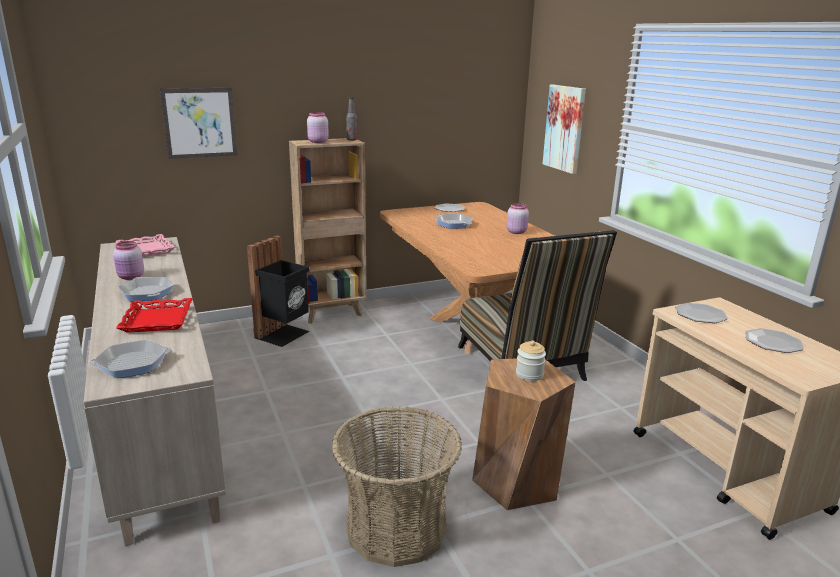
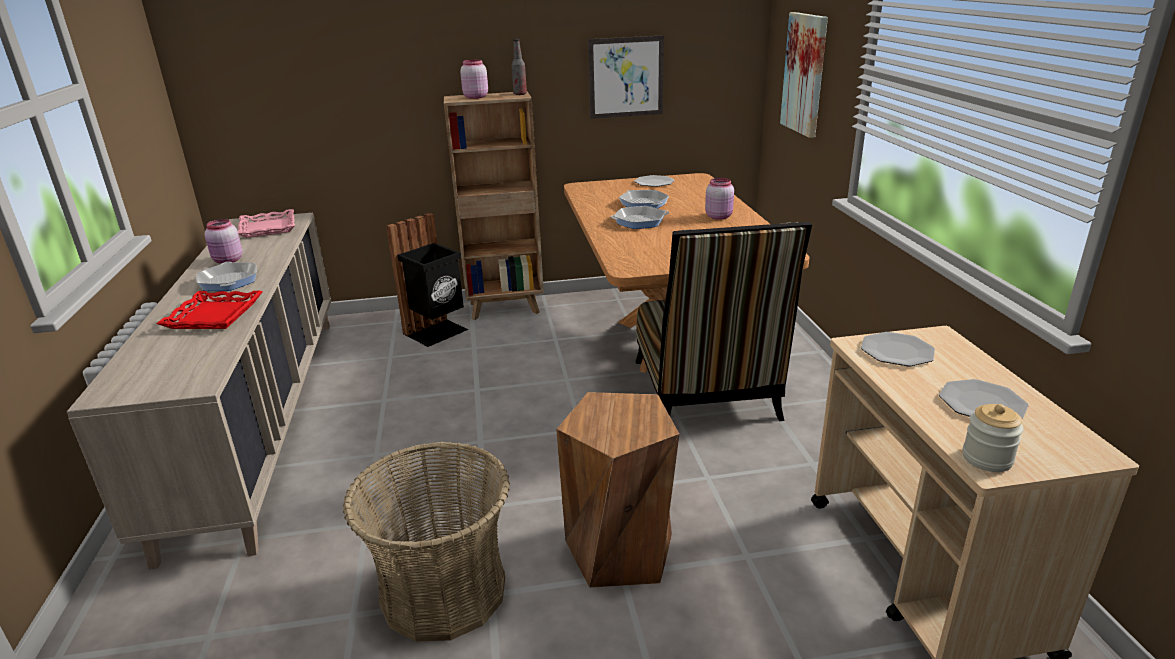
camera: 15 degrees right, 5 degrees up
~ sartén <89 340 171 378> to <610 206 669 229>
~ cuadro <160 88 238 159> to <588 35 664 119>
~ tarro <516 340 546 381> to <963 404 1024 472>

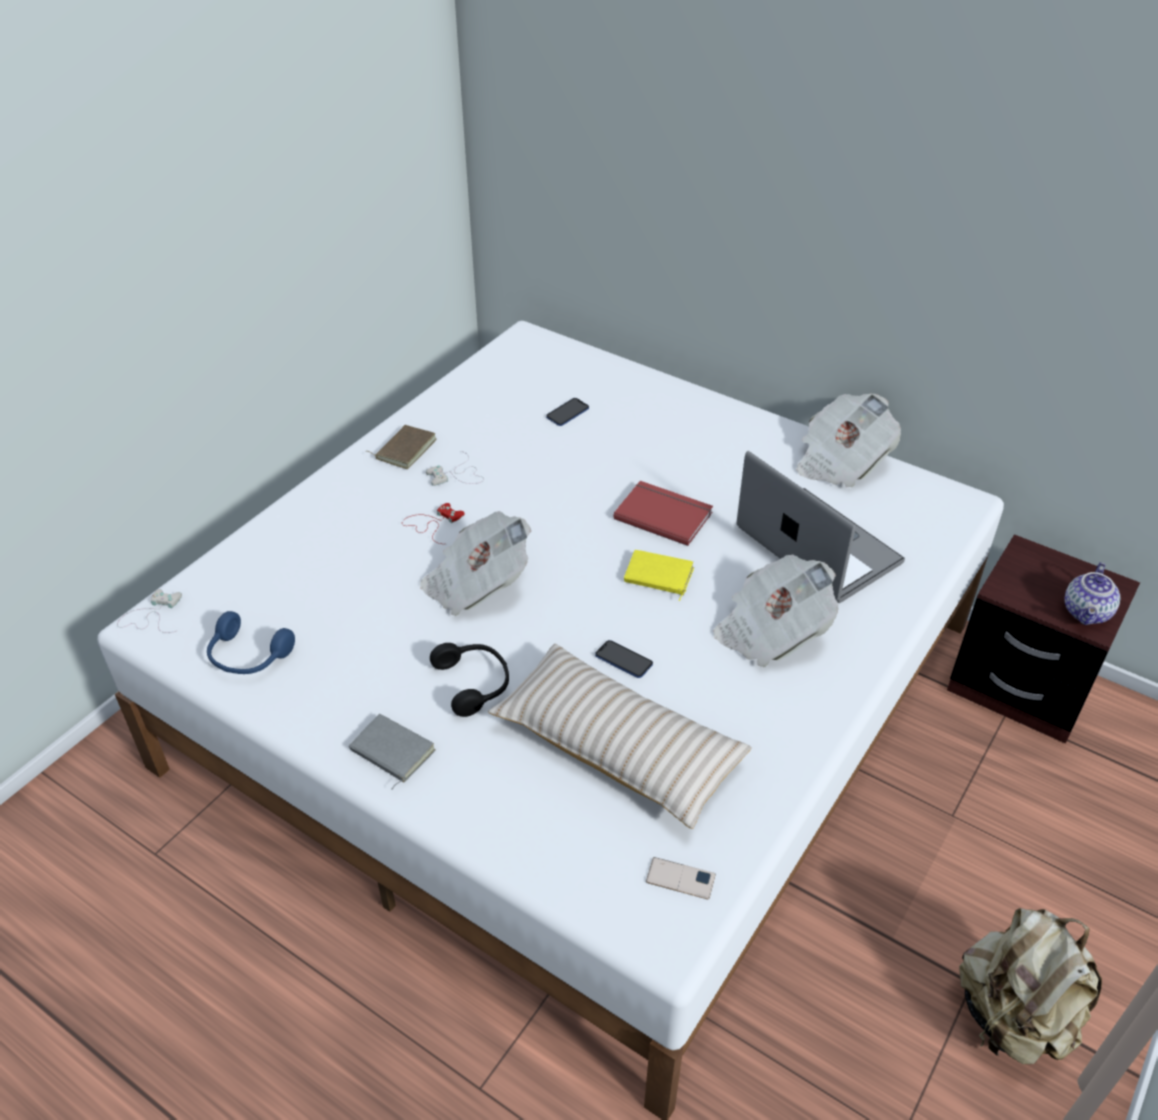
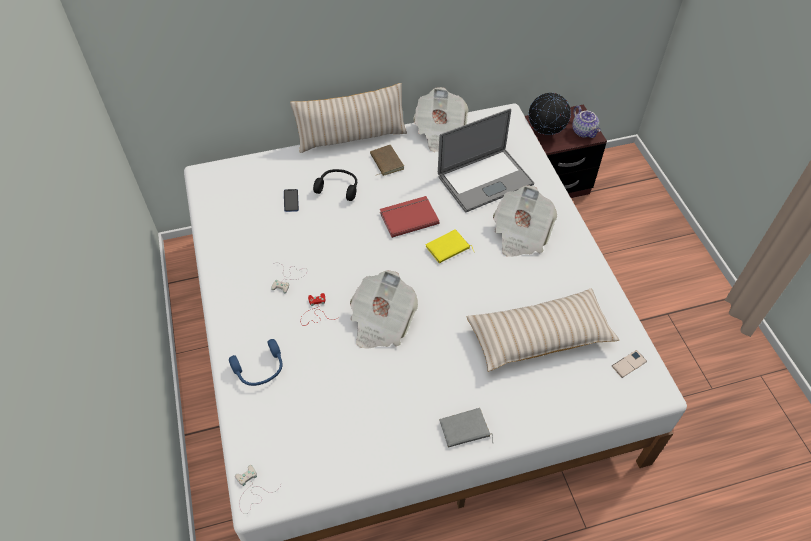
camera: 50 degrees left, 10 degrees up
- móvil <595 640 653 678>
- mochila (beis) <959 908 1102 1064>
+ cojín (beis) <290 83 407 153>
+ globo terráqueo <529 92 571 135>
~ auriculares (azul) <207 611 295 674> to <229 339 282 386>
~ libro (marrón) <365 425 436 469> to <370 145 404 176>
~ auriculares (negro) <430 643 509 717> to <313 169 357 201>
~ portátil <736 451 905 603> = <438 108 534 212> 150 degrees clockwise

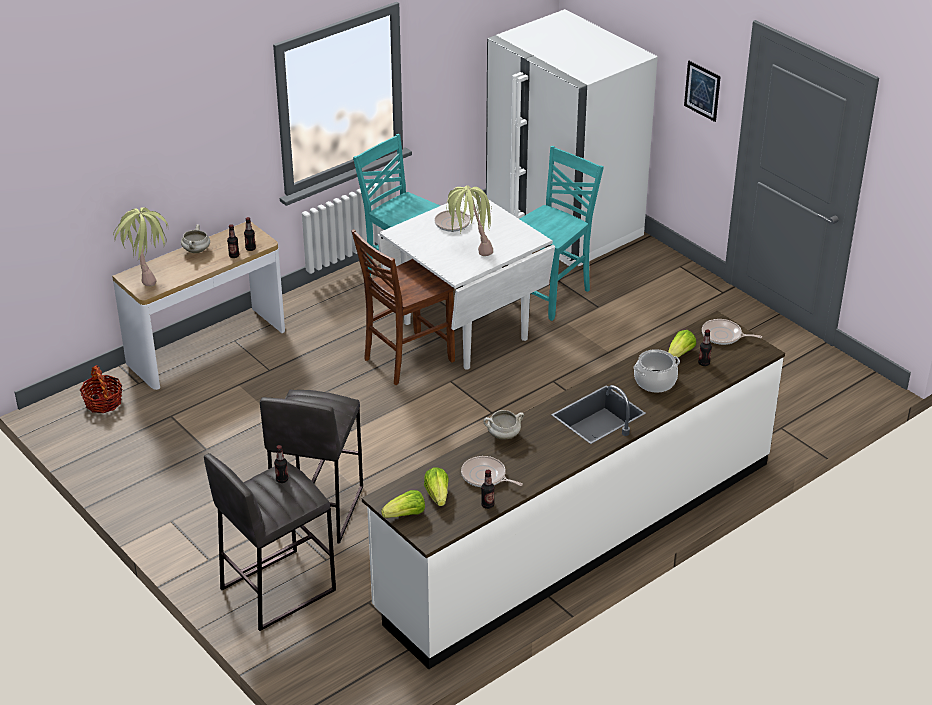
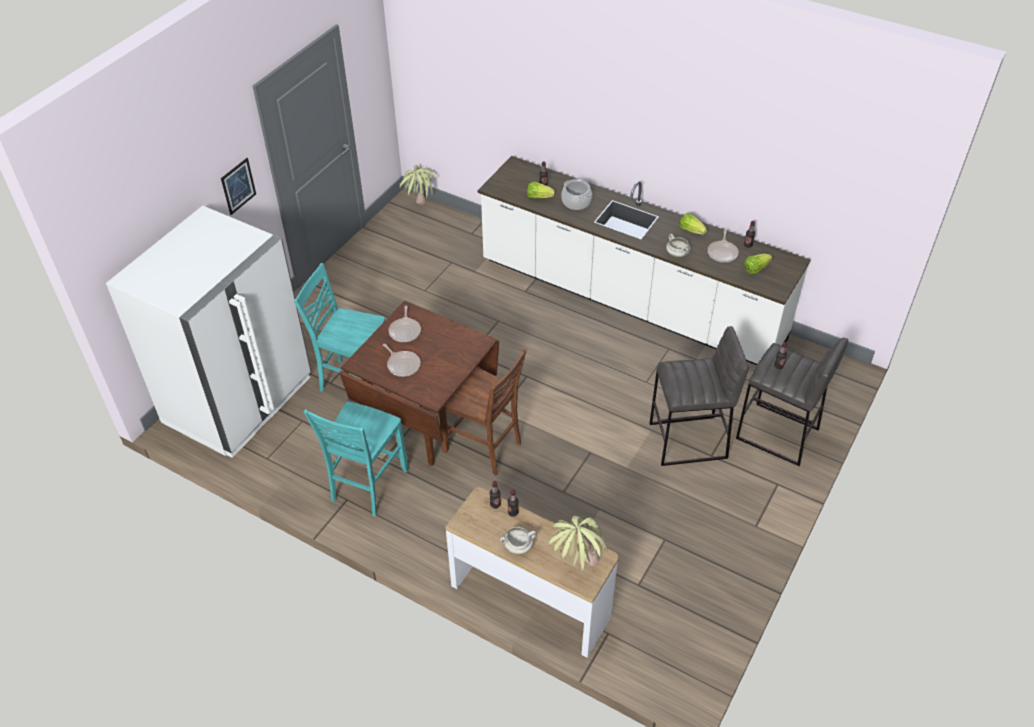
camera: 110 degrees left, 10 degrees up
- cesta <80 365 122 413>
~ lechuga <381 490 425 518> to <679 213 707 235>
~ planta en maceta <446 185 493 256> to <399 165 437 205>
~ sartén <702 319 762 345> to <389 306 421 342>
~ mesa de comedor (blanco) <377 192 555 370> to mesa de comedor (marrón) <339 301 499 466>

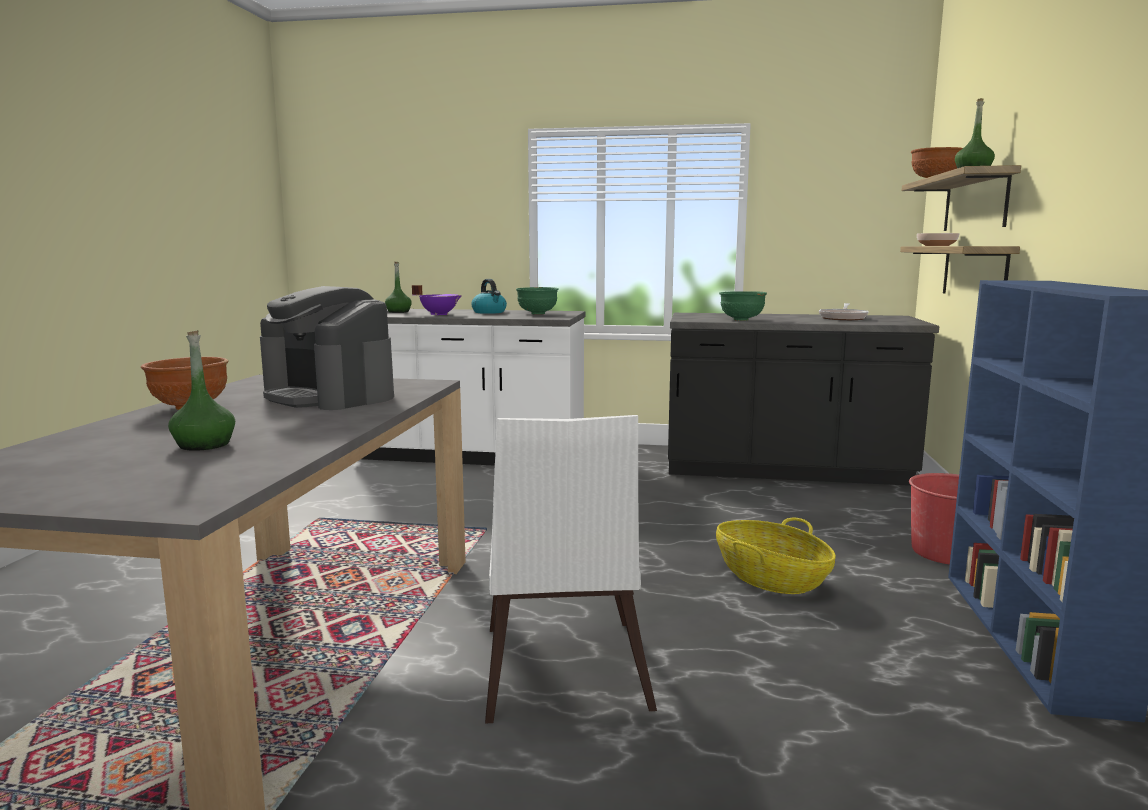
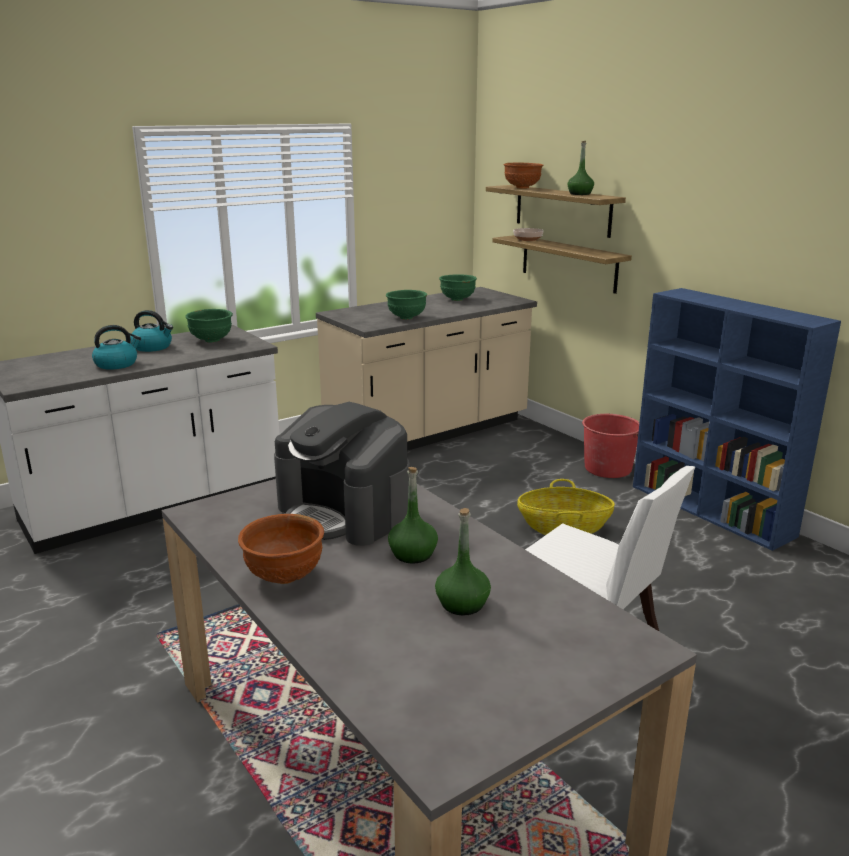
camera: 45 degrees left, 10 degrees up
~ botella (verde) <385 261 412 313> to <388 467 438 564>
~ olla (morado) <412 285 462 316> to hervidor <92 325 141 370>
~ sartén <819 303 869 320> to cuenco (verde) <439 274 477 301>
~ mueble bajo de cocina (negro) <668 313 939 486> to mueble bajo de cocina (beis) <316 287 537 451>
~ cafetera <260 286 394 410> = <274 402 409 546> 45 degrees clockwise

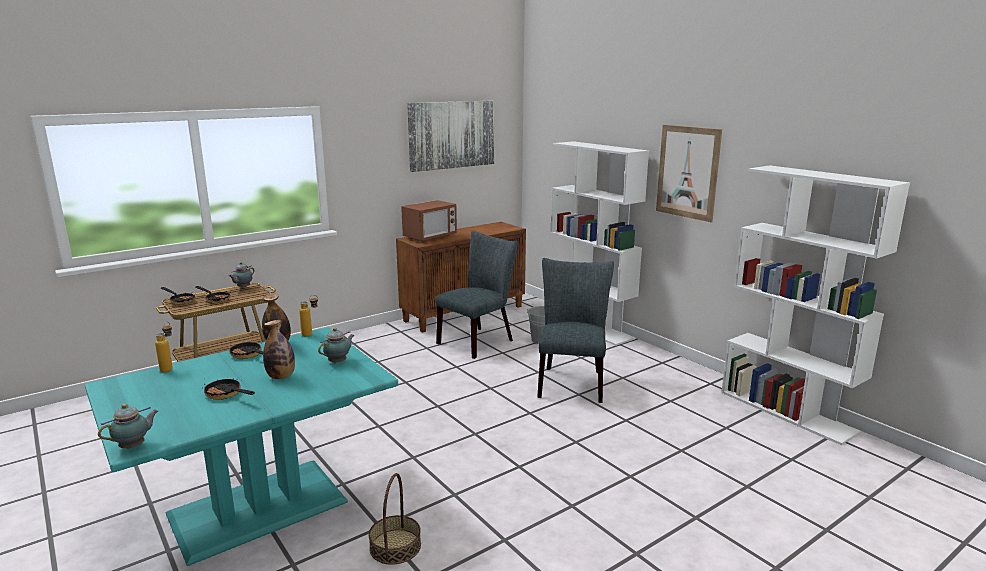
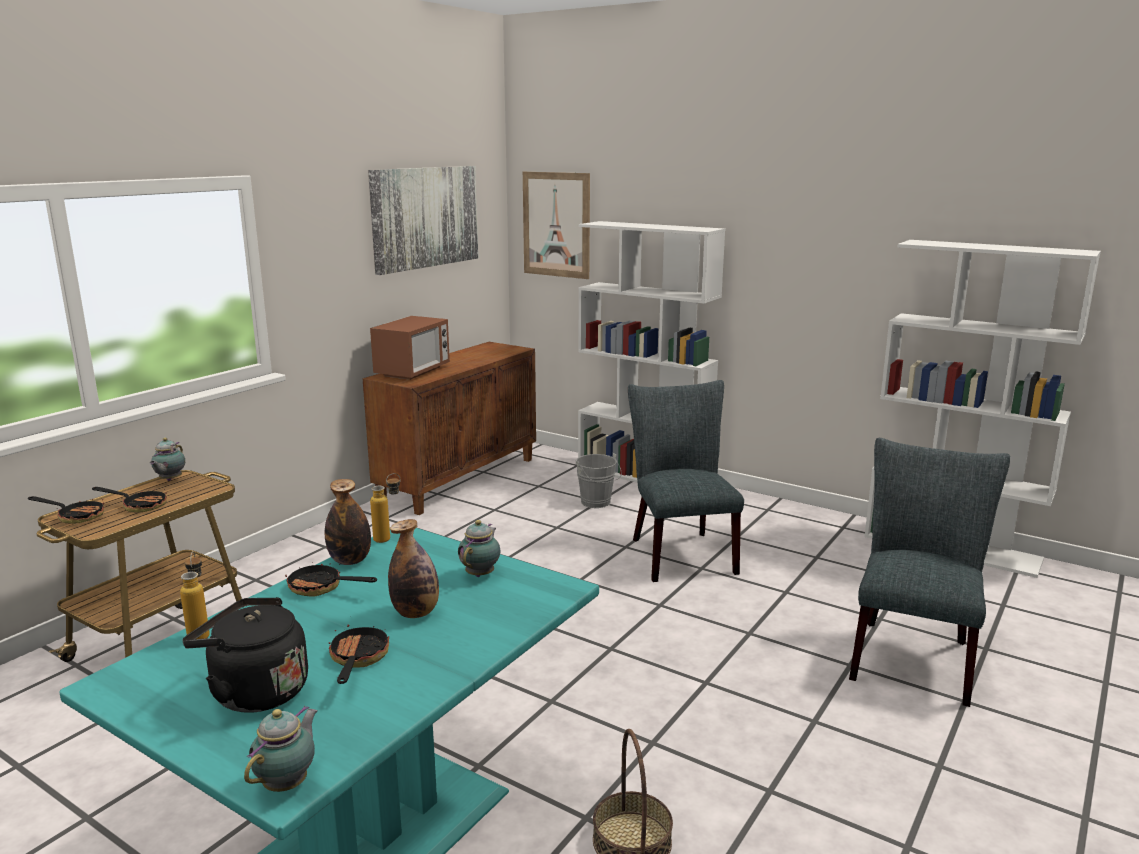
camera: 20 degrees left, 0 degrees up
+ hervidor (negro) <182 597 308 713>
~ silla (gris) <435 231 518 359> to <849 438 1010 707>
~ cuadro <656 125 722 222> to <523 172 590 279>
~ sartén <202 379 255 400> = <329 624 389 684> 75 degrees clockwise

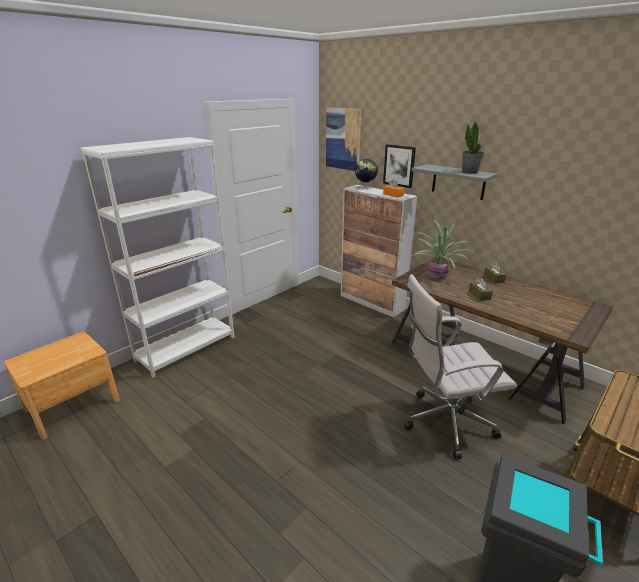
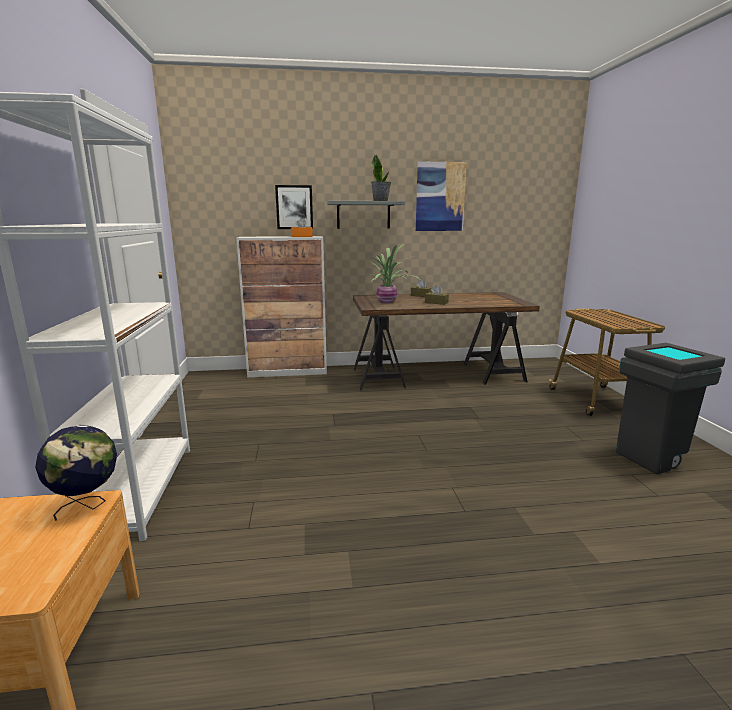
camera: 50 degrees left, 10 degrees down
- silla de oficina (blanco) <404 274 517 460>
~ cuadro <326 107 361 171> to <416 161 467 231>
~ globo terráqueo <355 159 378 189> to <35 425 117 521>

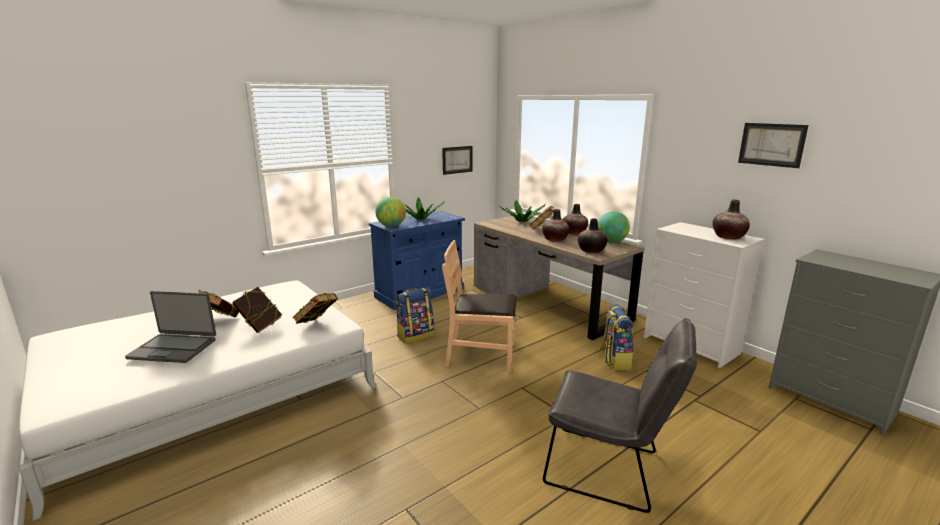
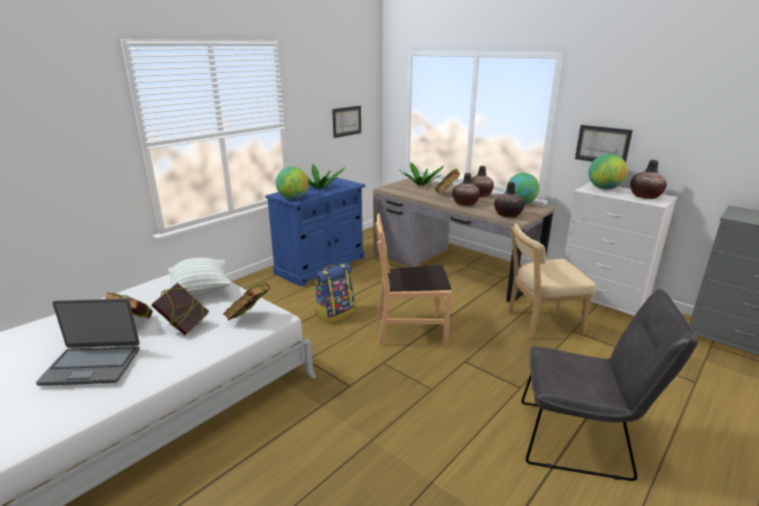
camera: 10 degrees left, 5 degrees up
+ cojín <168 258 231 297>
+ globo terráqueo <589 154 628 190>
~ cuadro <738 123 809 168> to <575 125 633 162>
~ mochila <599 304 634 370> to silla (beis) <508 223 596 339>

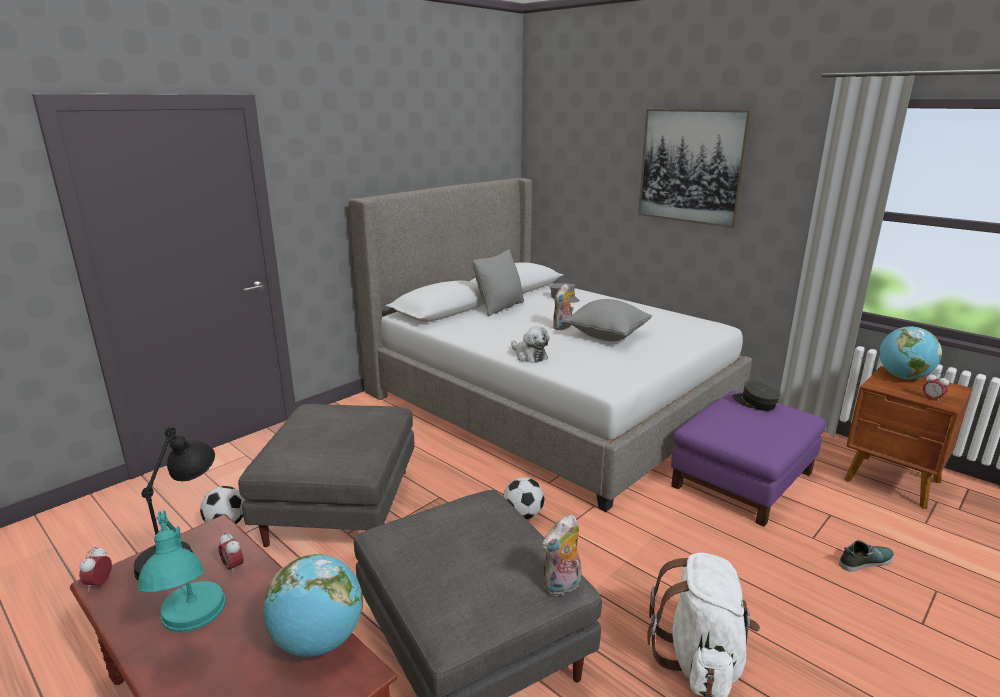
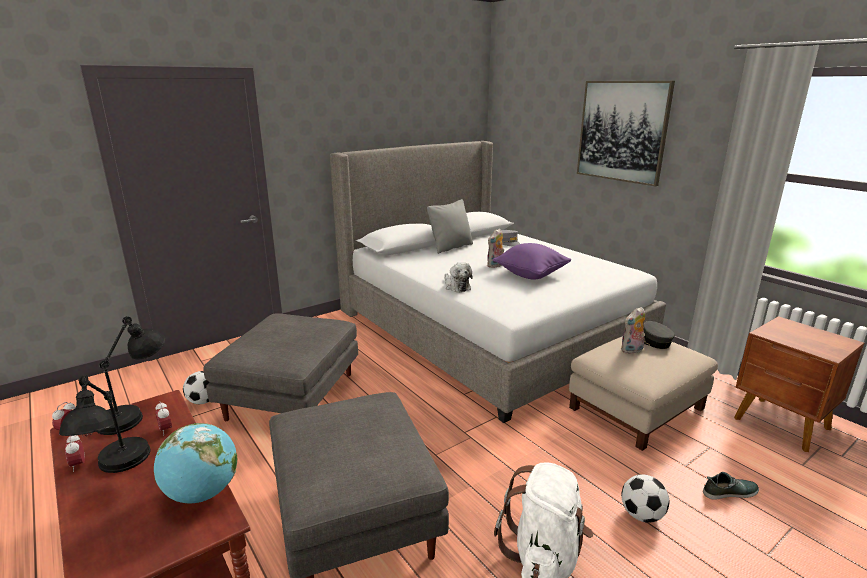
camera: 10 degrees right, 0 degrees up
- globo terráqueo <879 326 942 379>
~ balón de fútbol <503 477 544 519> to <621 475 670 523>
~ peluche <542 514 581 596> to <621 307 645 354>
~ despertador <923 372 949 401> to <65 435 85 472>
~ lámpara de mesa (turquesa) <137 510 226 632> to lámpara de mesa (negro) <59 375 150 473>
~ cojín (gris) <564 299 652 341> to cojín (morado) <493 243 571 280>
~ puf (morado) <671 391 826 527> to puf (beis) <569 336 718 451>

